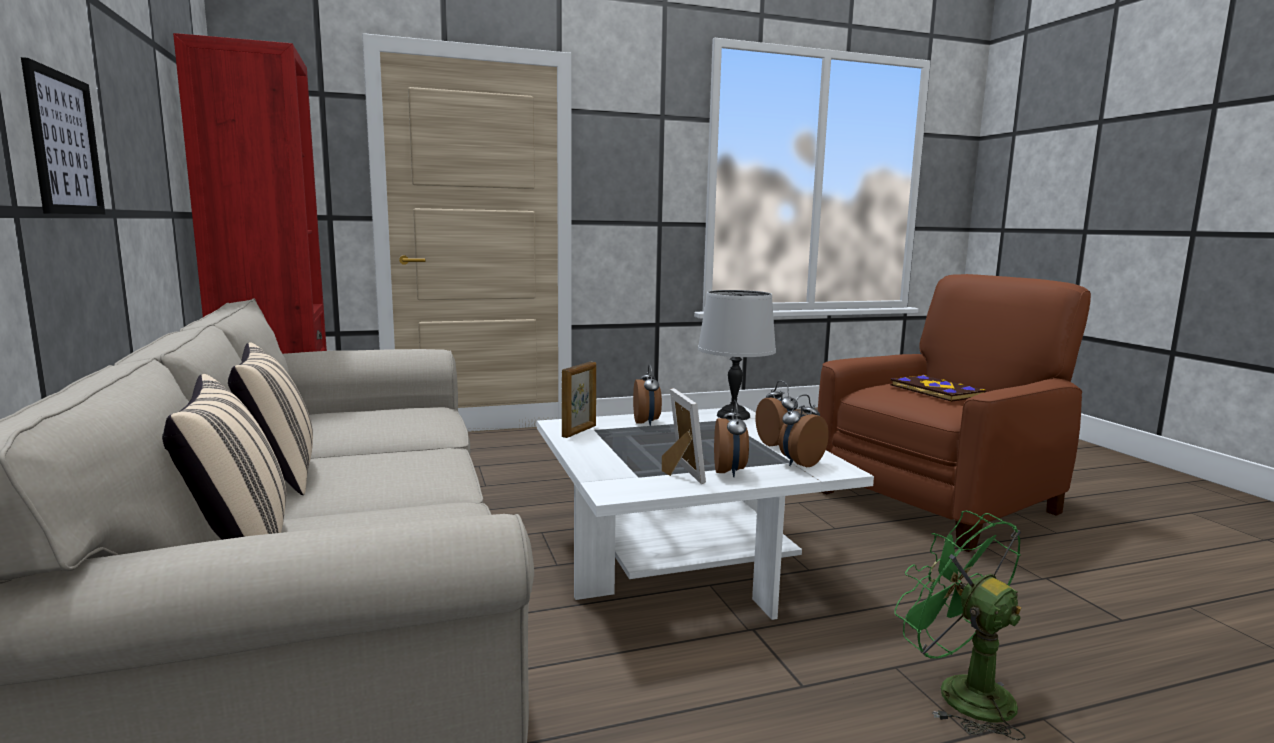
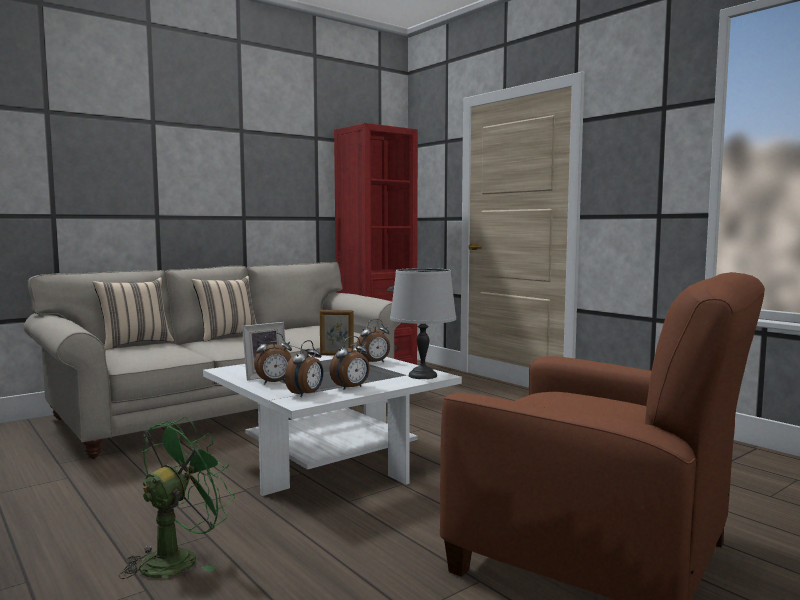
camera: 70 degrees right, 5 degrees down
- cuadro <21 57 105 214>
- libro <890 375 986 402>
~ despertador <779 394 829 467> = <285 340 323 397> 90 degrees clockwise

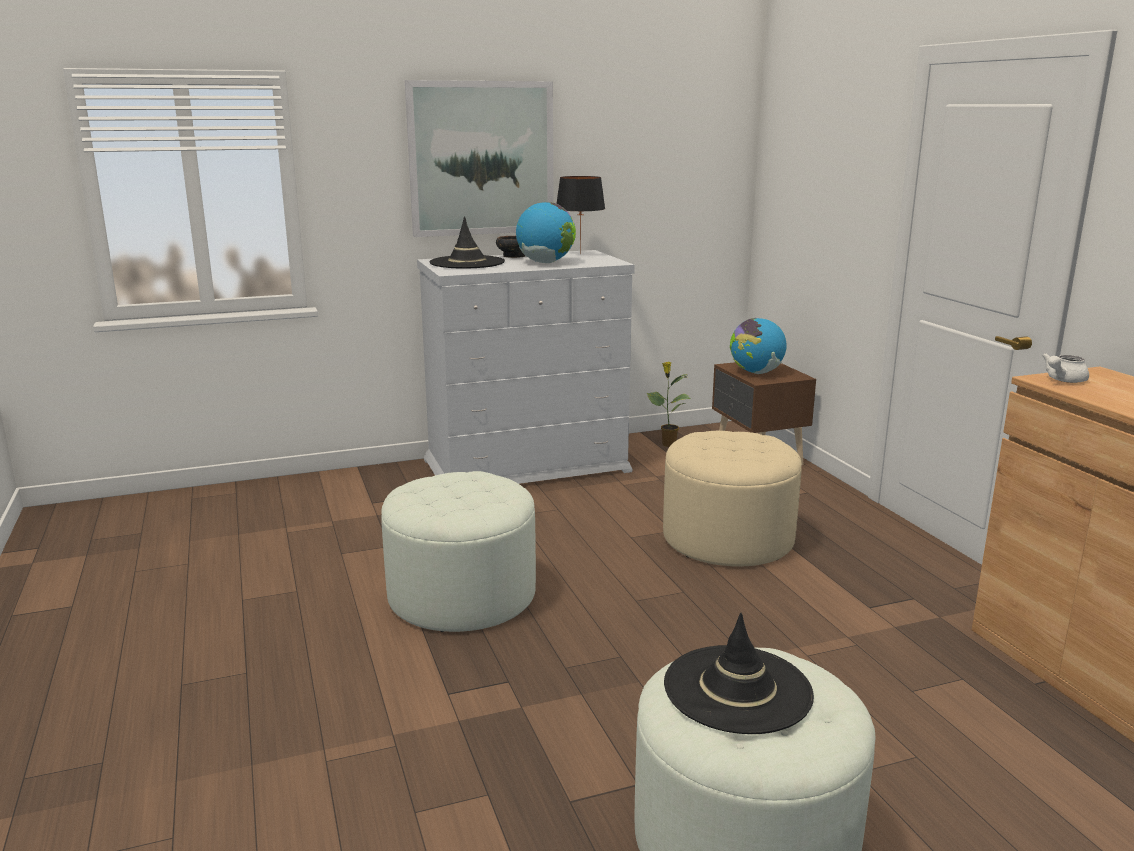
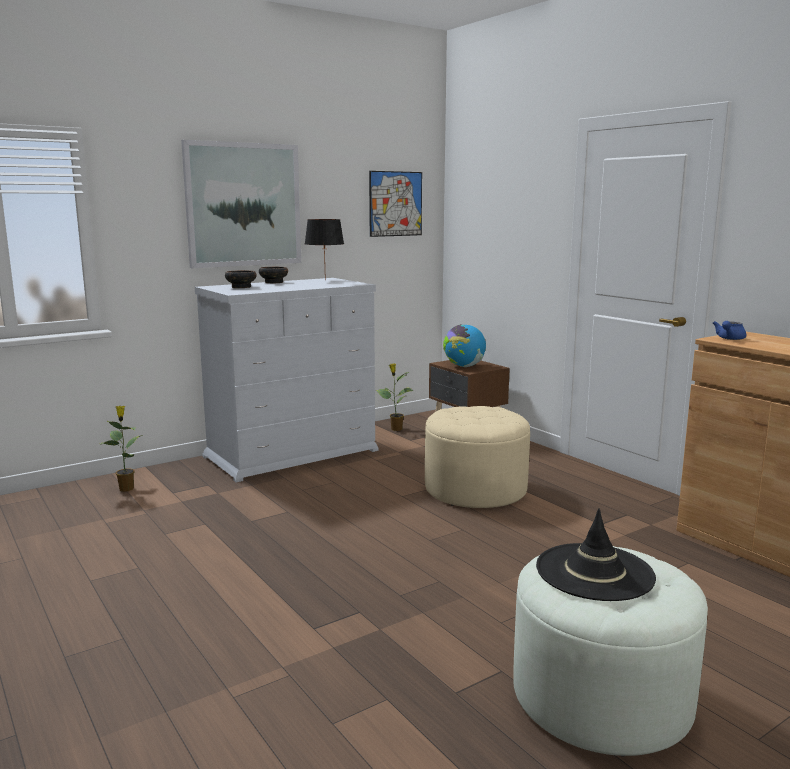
camera: 15 degrees left, 5 degrees down
- puf (blanco) <381 471 536 632>
- globo terráqueo <516 202 576 263>
+ planta en maceta <100 406 143 492>
+ cuadro <369 171 422 237>
~ sombrero (negro) <430 216 505 269> to cuenco <225 270 256 288>
~ tetera (blanco) <1042 353 1089 383> to tetera (azul) <713 321 746 340>

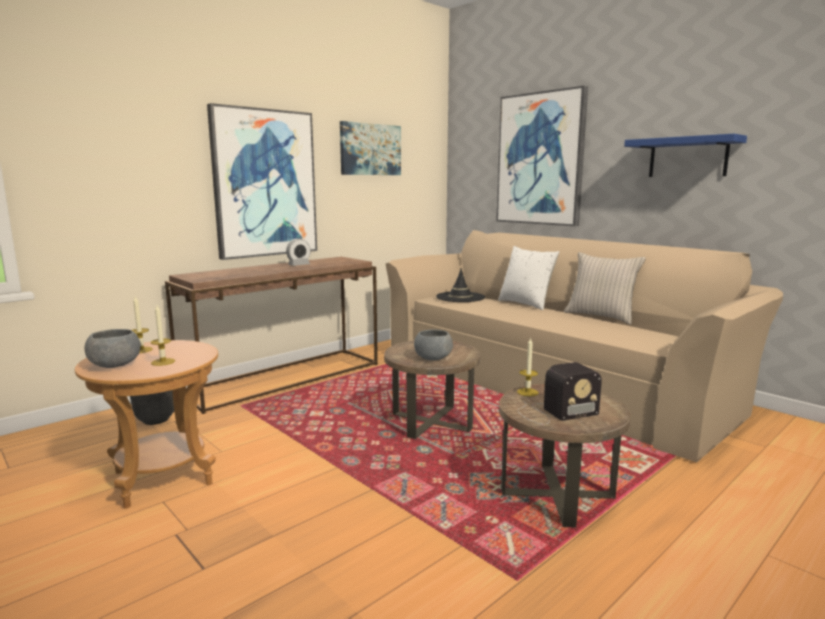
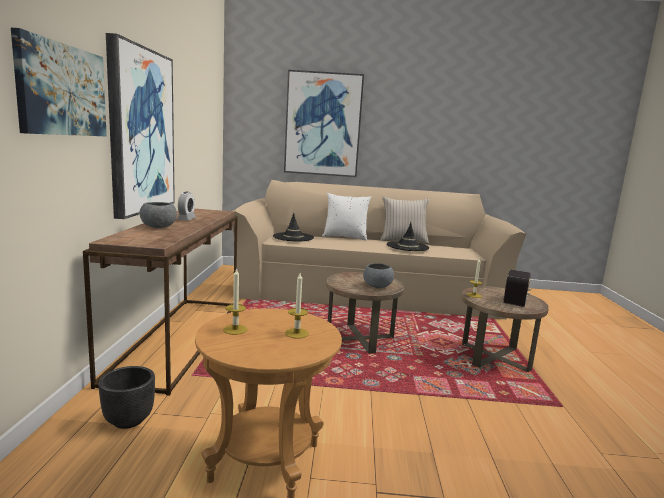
camera: 45 degrees left, 0 degrees up
- estante (azul) <624 134 747 177>
+ sombrero (negro) <387 222 429 251>
~ cuenco (gris) <85 329 140 368> to <140 202 177 228>
~ cuadro <340 121 401 175> to <11 28 107 136>

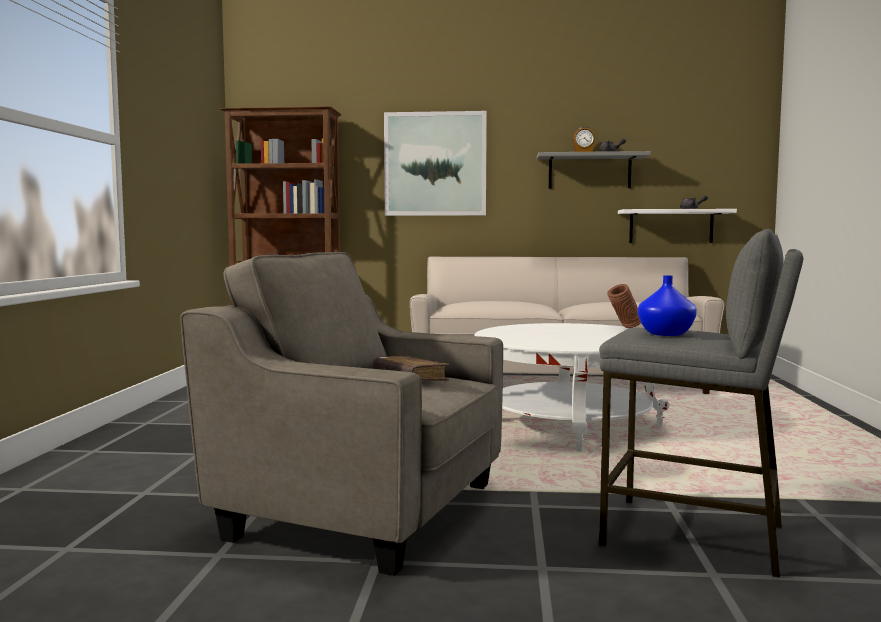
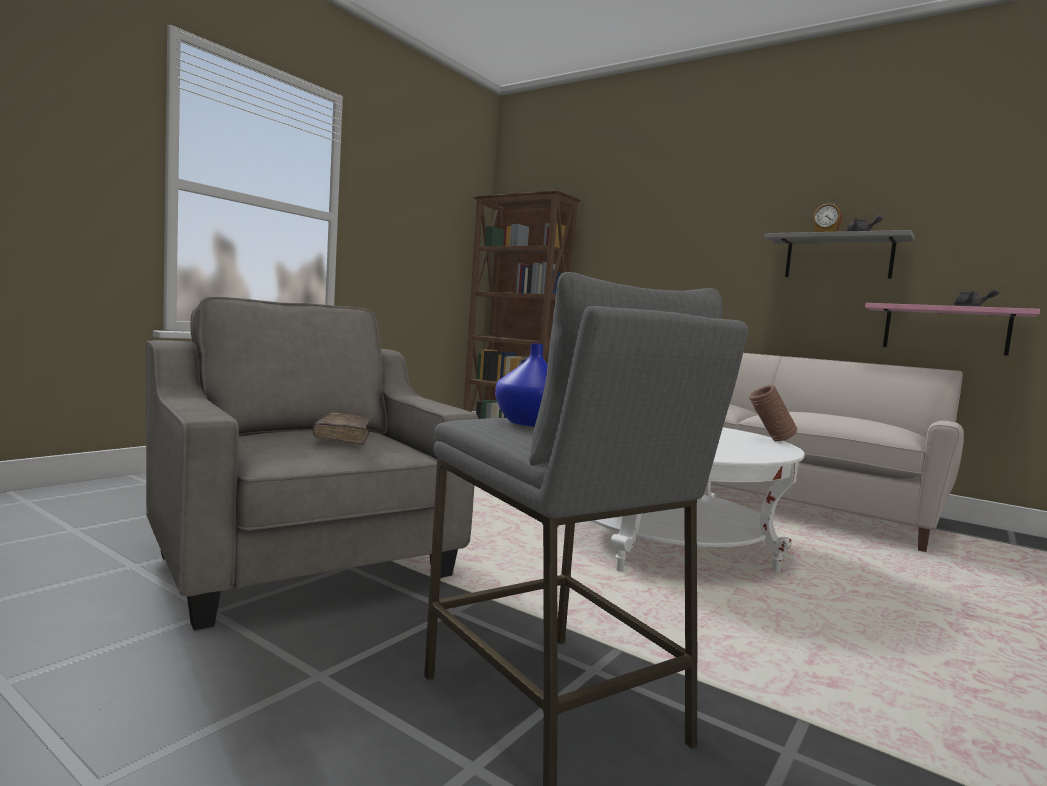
camera: 30 degrees right, 0 degrees up
- cuadro <384 111 487 216>
~ estante (blanco) <618 209 737 243> to estante (rosa) <865 303 1040 356>

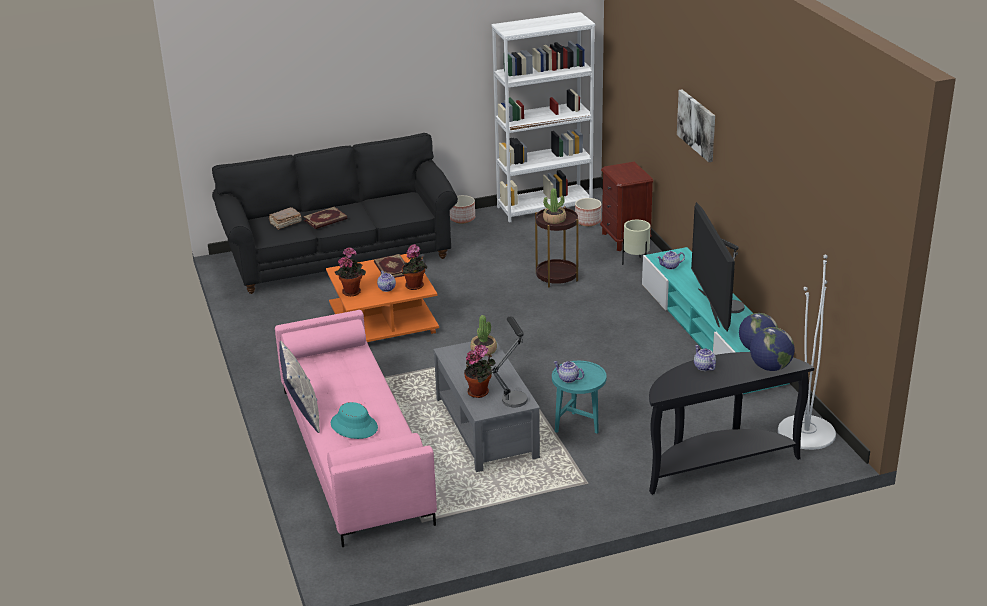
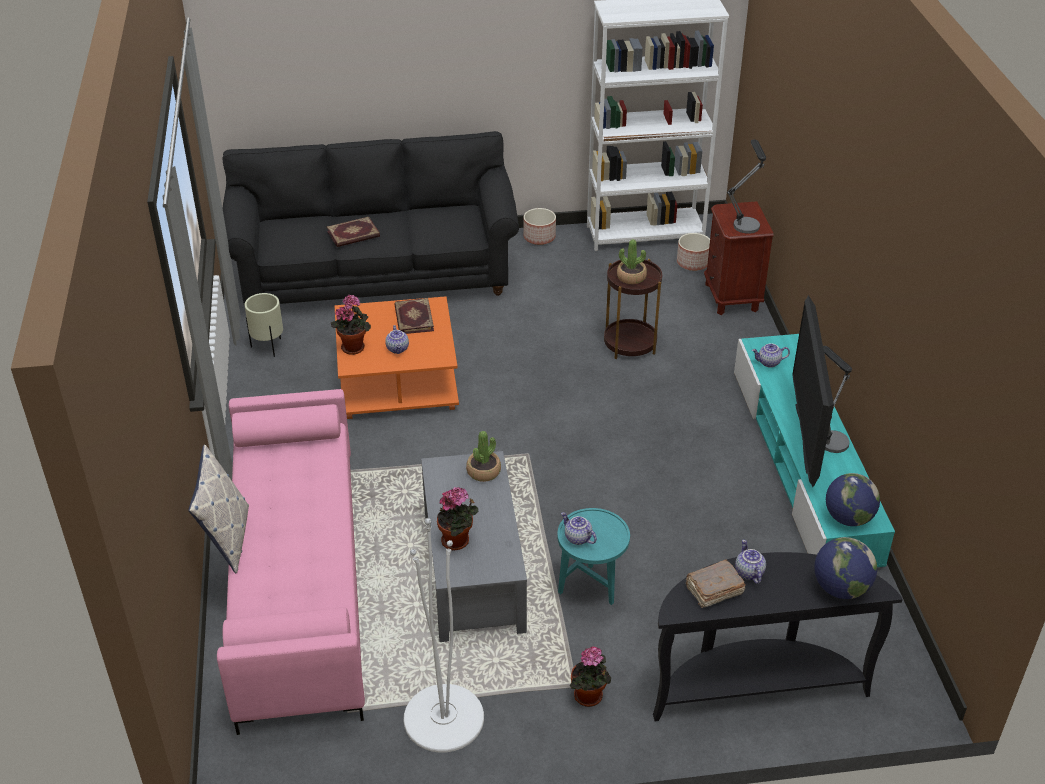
camera: 10 degrees right, 10 degrees up
- sombrero (turquesa) <331 402 378 439>
- cuadro <677 90 715 162>
~ libro (marrón) <269 207 302 230> to <685 559 746 608>
~ planta en maceta <402 244 427 290> to <570 647 611 707>
~ lámpara de mesa <491 316 528 407> to <727 139 766 234>
~ maceta (beis) <622 220 650 265> to <244 293 283 357>
~ lámpara de pie (blanco) <778 255 836 450> to <404 518 484 753>

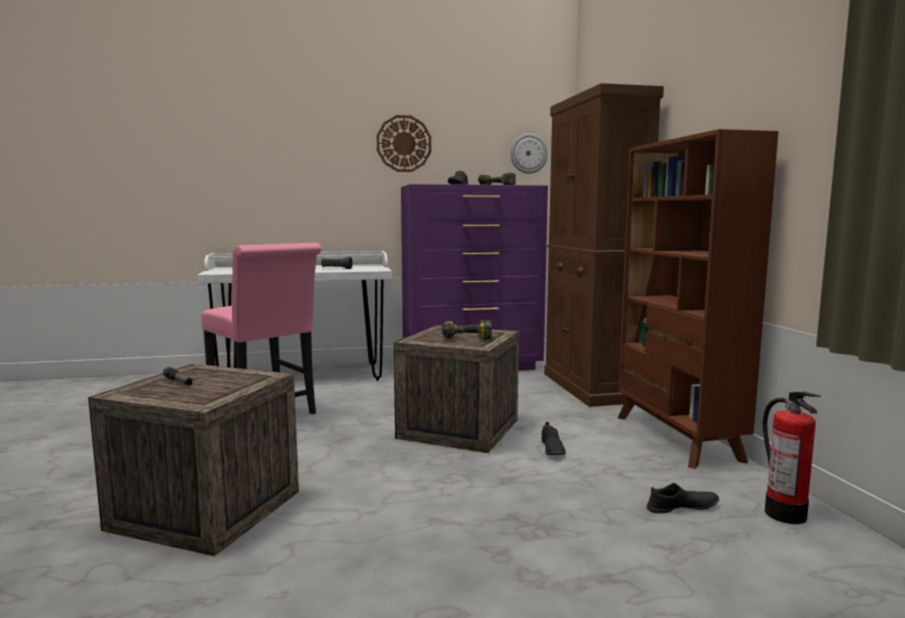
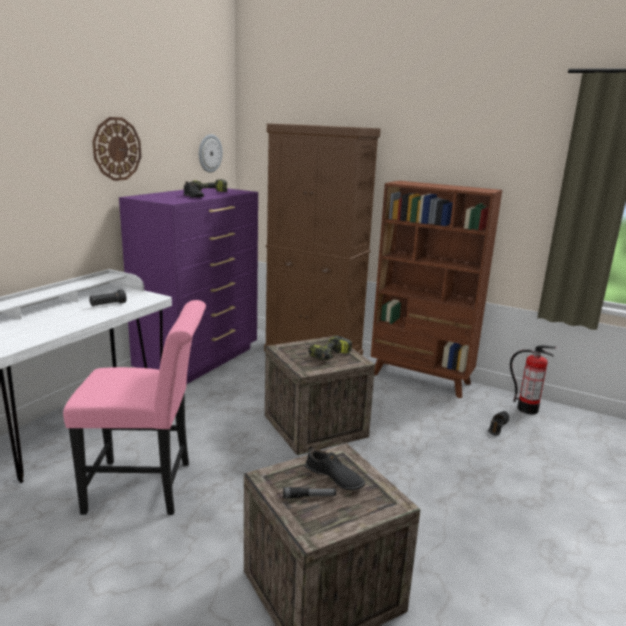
camera: 50 degrees left, 10 degrees up
~ zapato (negro) <541 422 566 455> to <306 445 365 490>

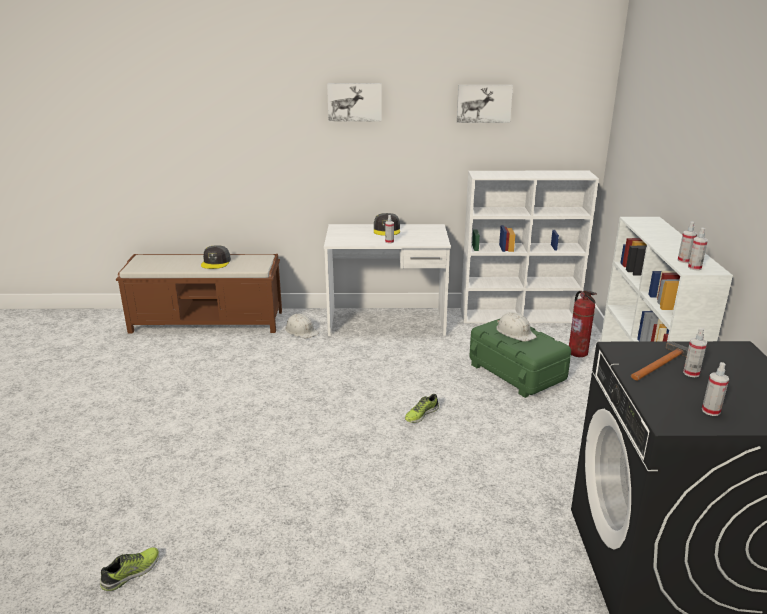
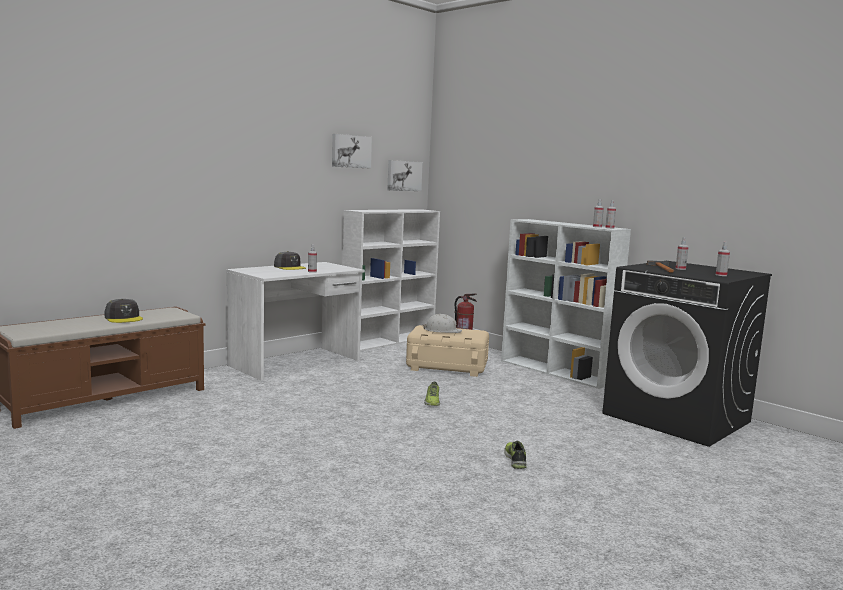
camera: 45 degrees left, 15 degrees down
- casco (blanco) <285 313 319 338>
~ zapato <100 547 159 591> to <504 441 527 469>
~ cuadro <327 83 382 122> to <387 160 423 191>
~ caja de almacenaje (verde) <470 319 571 398> to caja de almacenaje (beis) <406 325 489 377>

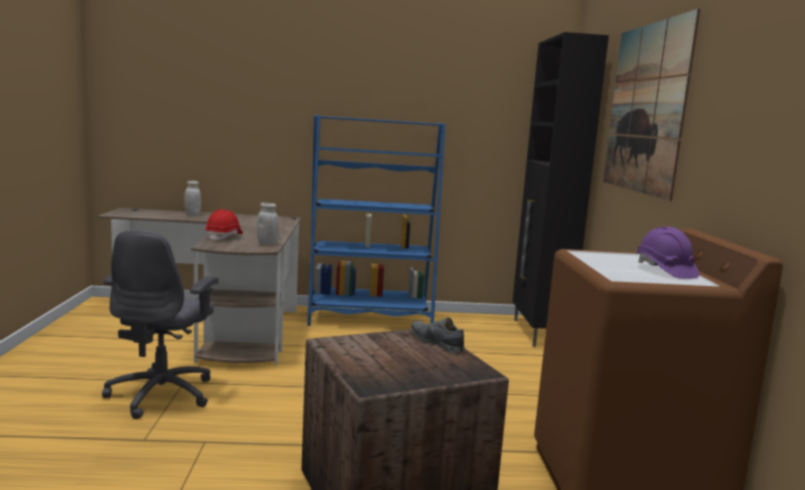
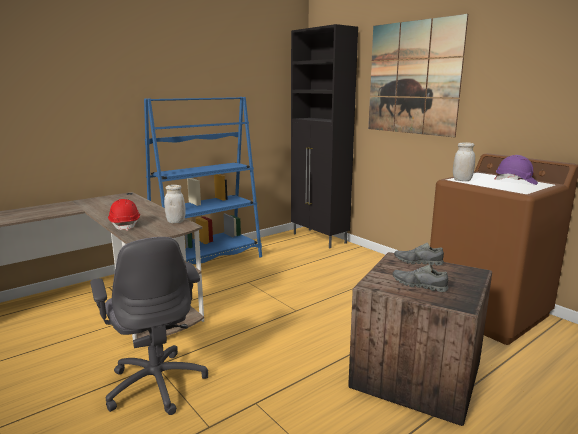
camera: 35 degrees left, 5 degrees up
+ zapato (gris) <393 264 449 292>
~ tarro (blanco) <184 181 201 216> to <453 142 475 181>

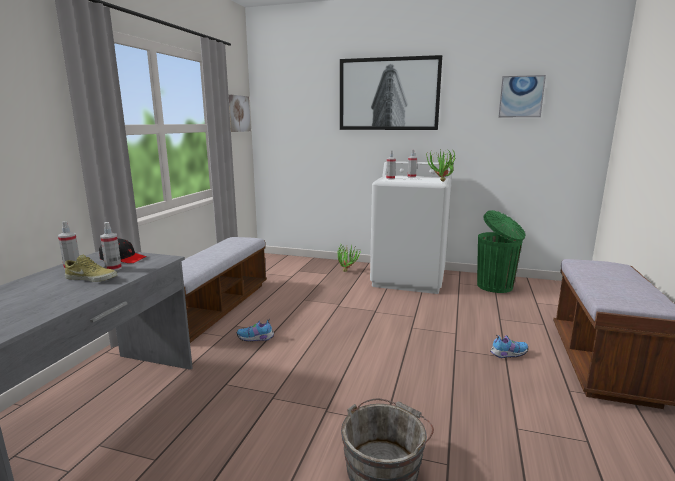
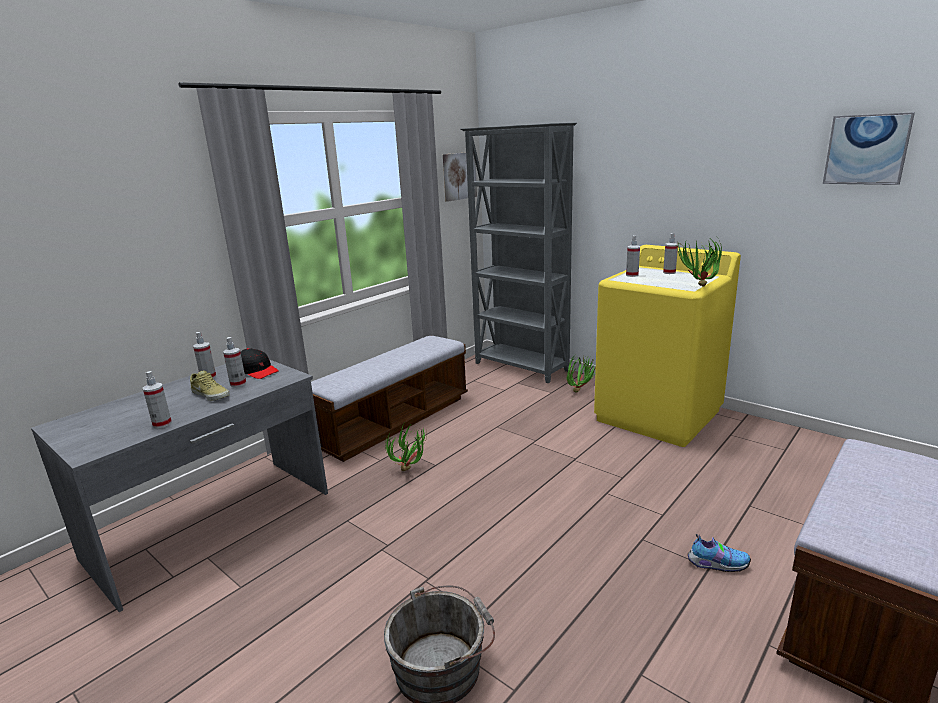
camera: 25 degrees right, 5 degrees up
- cuadro <340 55 442 130>
- papelera (verde) <477 210 526 293>
+ pulverizador <143 371 172 428>
+ estantería (gris) <460 123 577 383>
~ zapato <237 319 274 342> to planta en maceta <385 423 427 471>
~ lavadora (blanco) <370 161 452 294> to lavadora (amarillo) <594 245 741 447>

